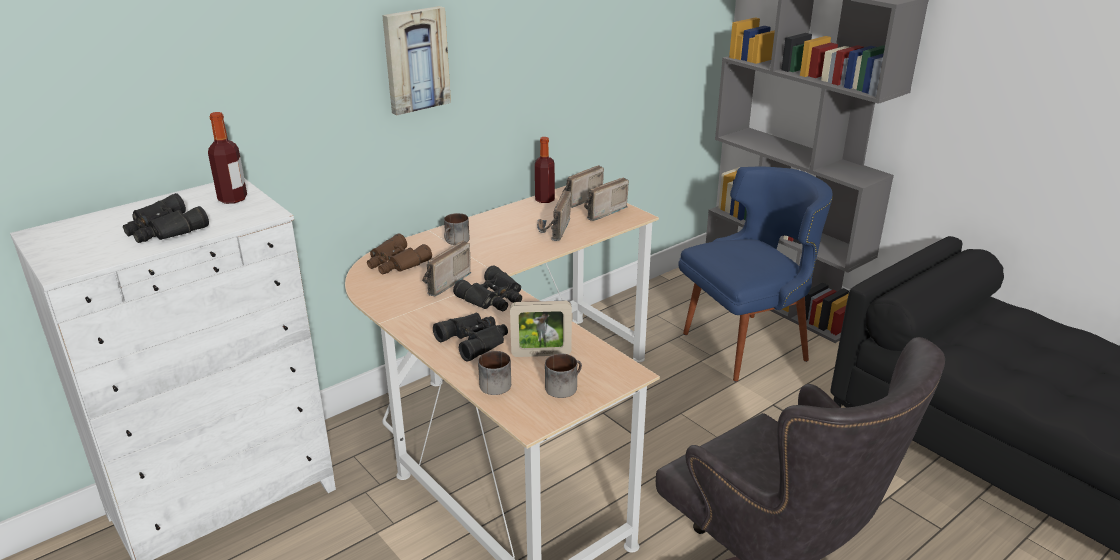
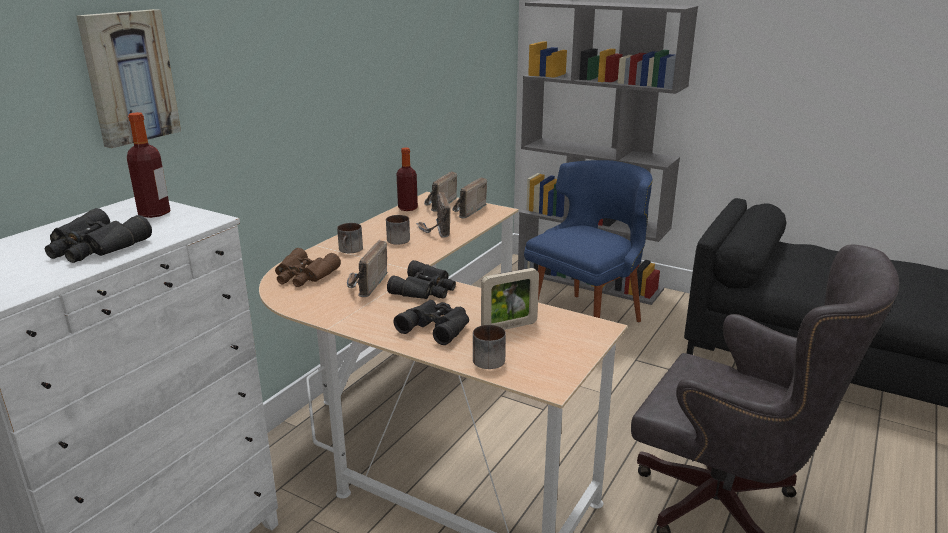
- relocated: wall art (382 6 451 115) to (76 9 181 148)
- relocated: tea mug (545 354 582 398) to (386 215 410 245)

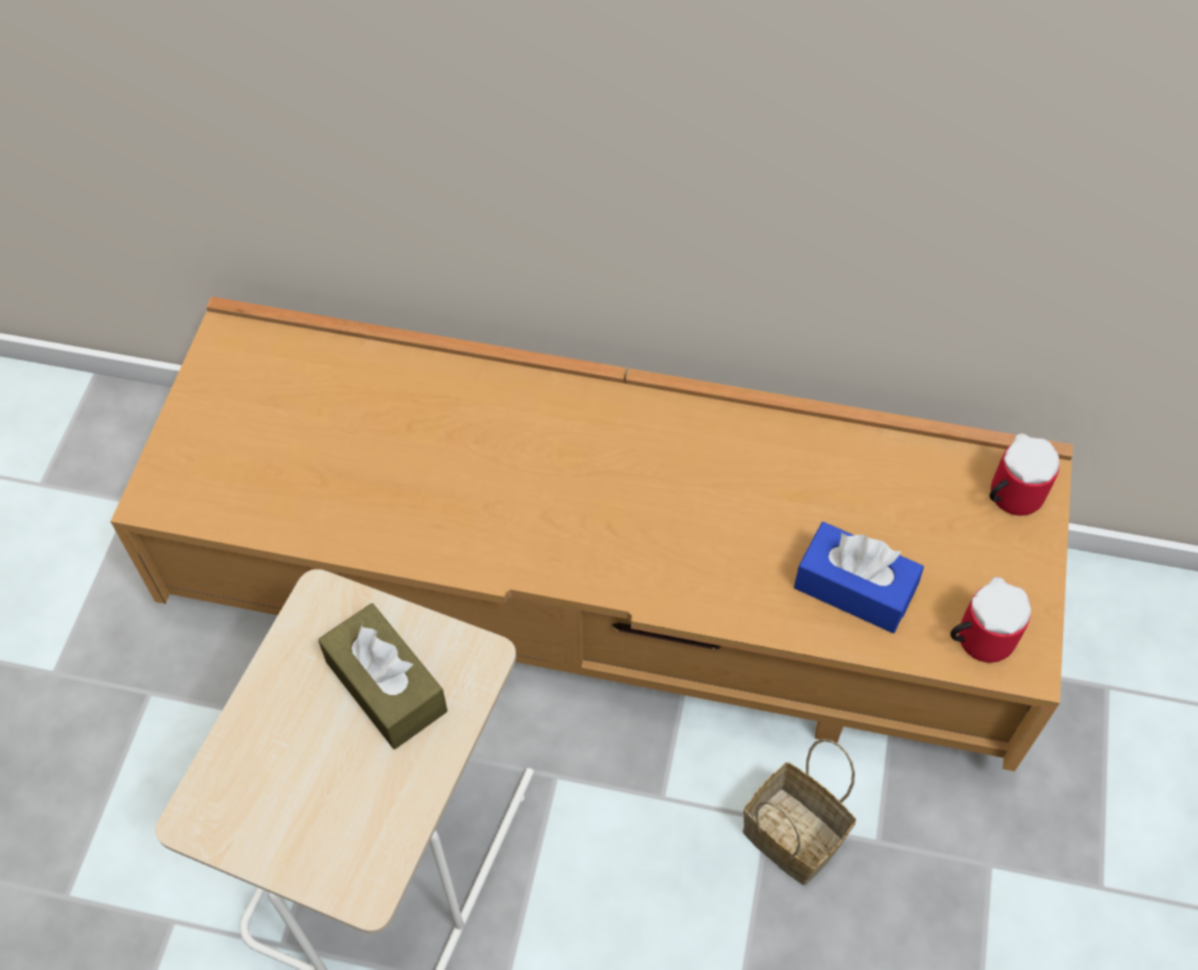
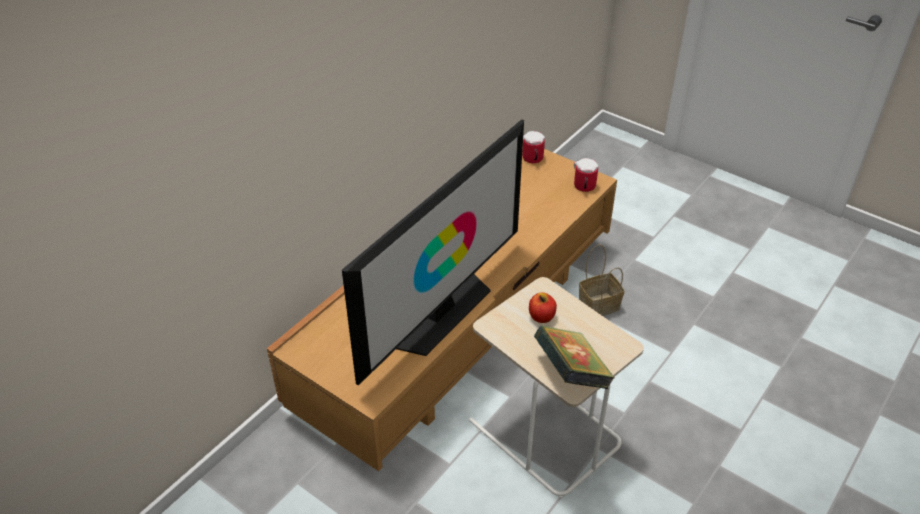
- appeared: TV (342 119 524 386)
- exchanged: brownish tissue holder (318 603 447 749) to apple fruit (529 293 557 323)
- appeared: book (534 326 615 389)
- missing: blue tissue holder (794 522 924 633)

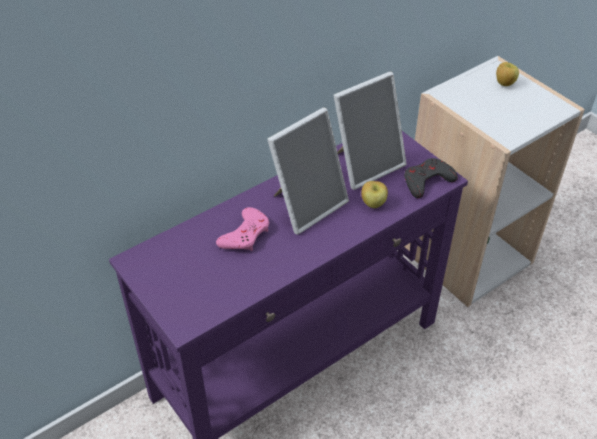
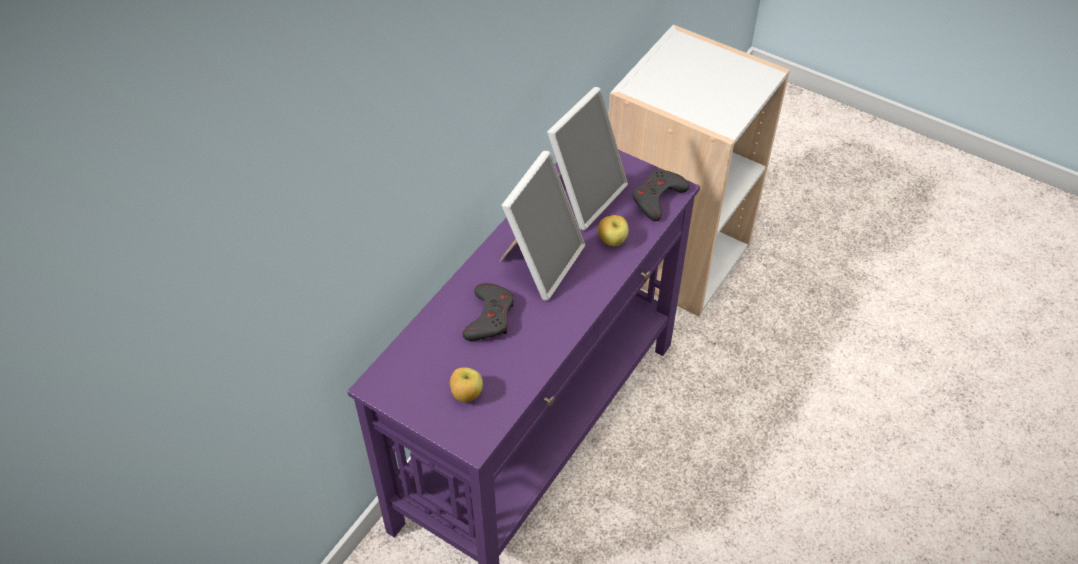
- relocated: apple fruit (496 62 519 86) to (450 367 483 402)
- colour: pink game controller (216 207 269 251) to grey game controller (462 283 514 341)

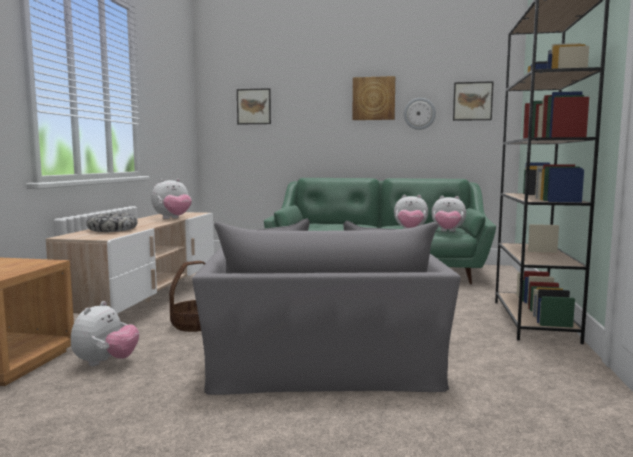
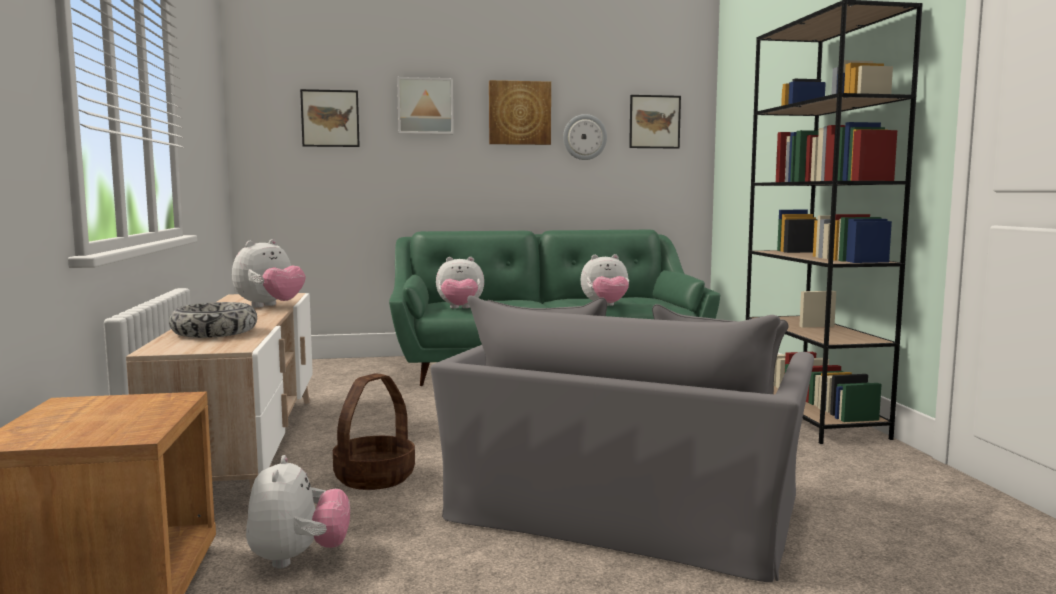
- appeared: wall art (397 77 454 134)
- spun: grey armchair (192 219 461 395) = (430 295 814 582) 45 degrees clockwise
- relocated: soft toy (432 196 466 232) to (436 257 484 308)

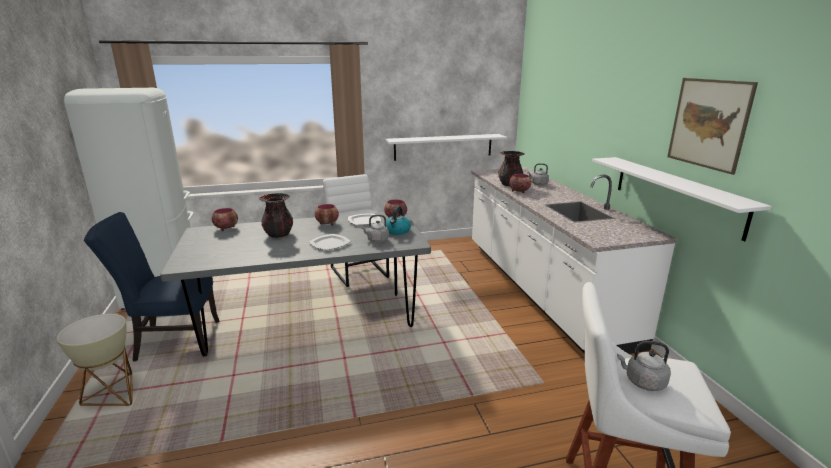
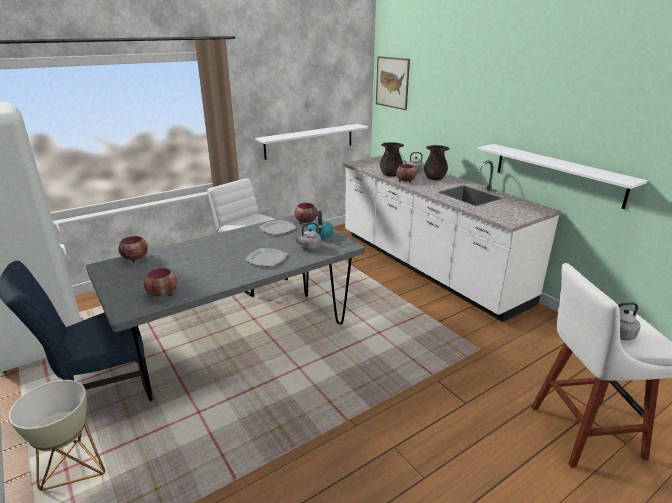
- relocated: serving bowl (315 204 339 225) to (144 268 177 297)
- relocated: wall art (667 78 758 175) to (376 56 410 110)
- relocated: black flower vase (259 193 293 238) to (424 145 450 180)

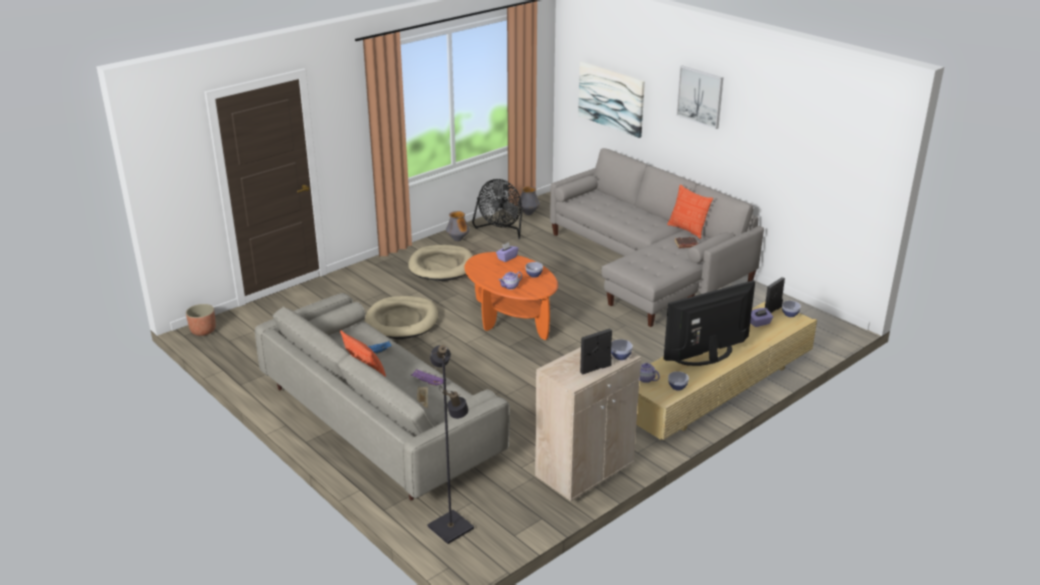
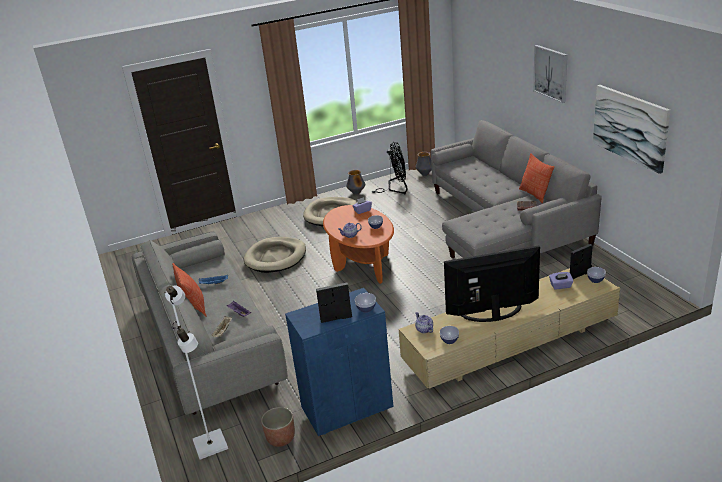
- colour: black standing lamp (427 345 474 544) to white-coloured standing lamp (164 286 228 460)
- relocated: plant pot (186 304 216 336) to (261 407 295 447)
- colour: beige-coloured cabinet (535 347 641 501) to blue cabinet (285 288 394 436)
- spun: black electric fan (472 179 524 239) = (372 142 408 194) 135 degrees counterclockwise
- relocated: wall art (578 61 645 138) to (593 85 670 174)

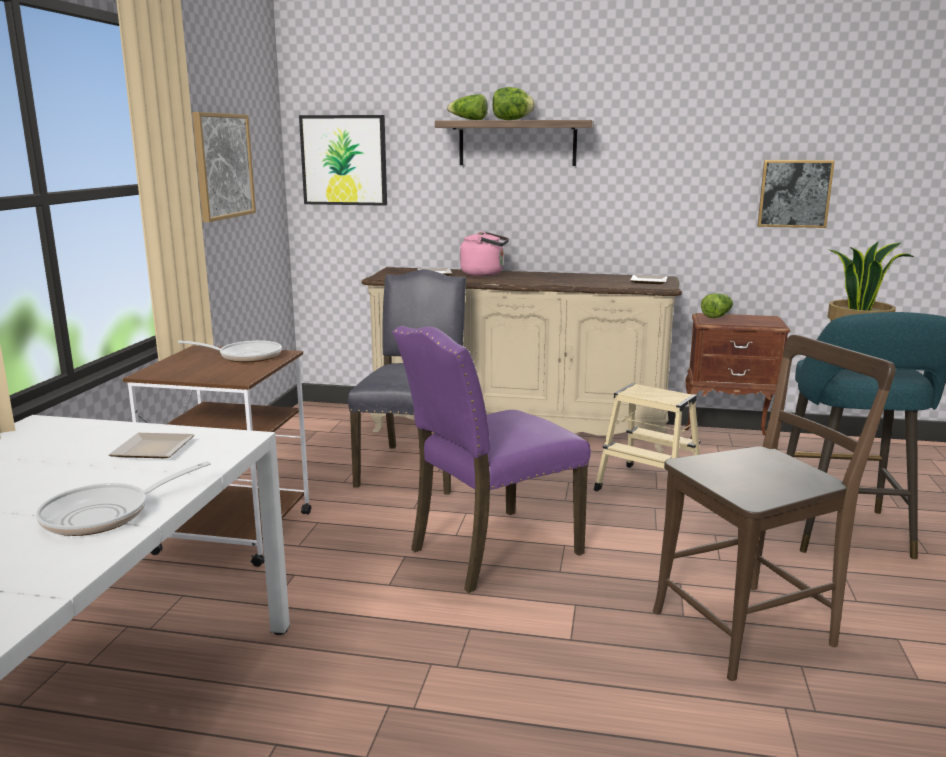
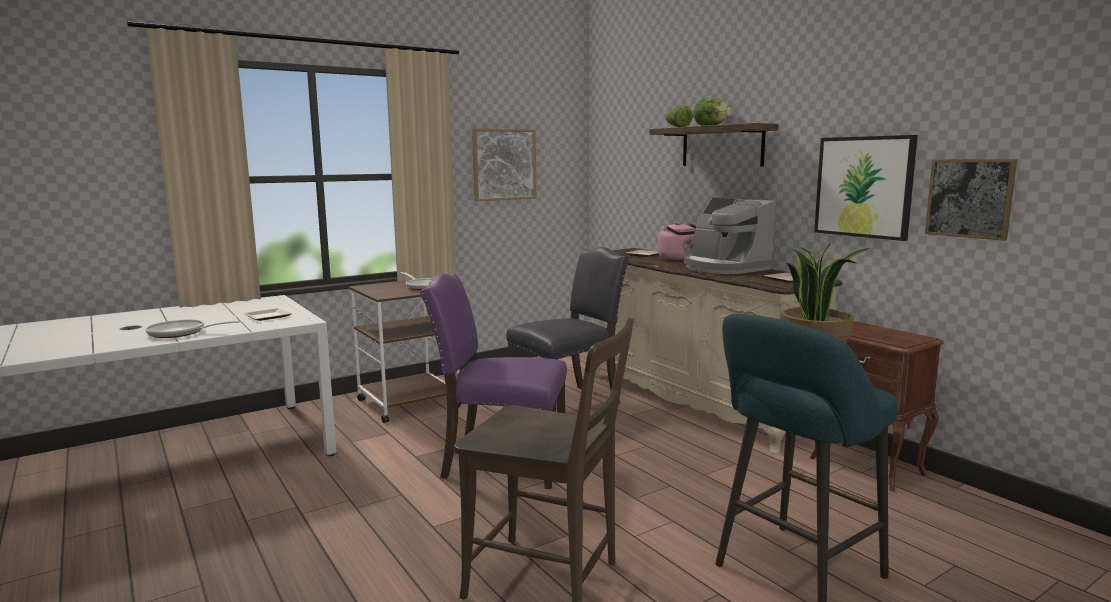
- appeared: coffee brewer (684 197 775 274)
- relocated: wall art (299 115 387 206) to (814 135 918 241)
- missing: beige-coloured step stool (594 383 700 491)
- missing: lettuce (701 293 733 318)

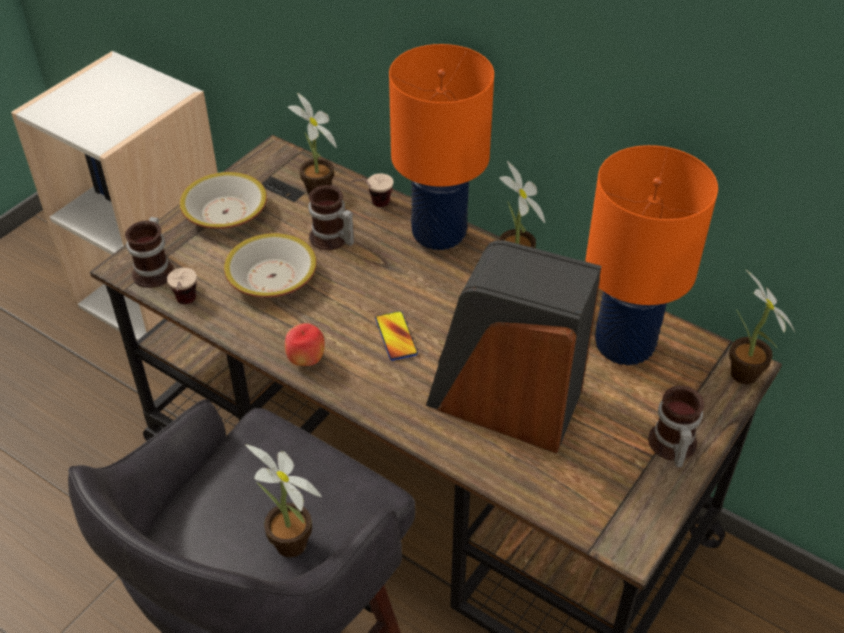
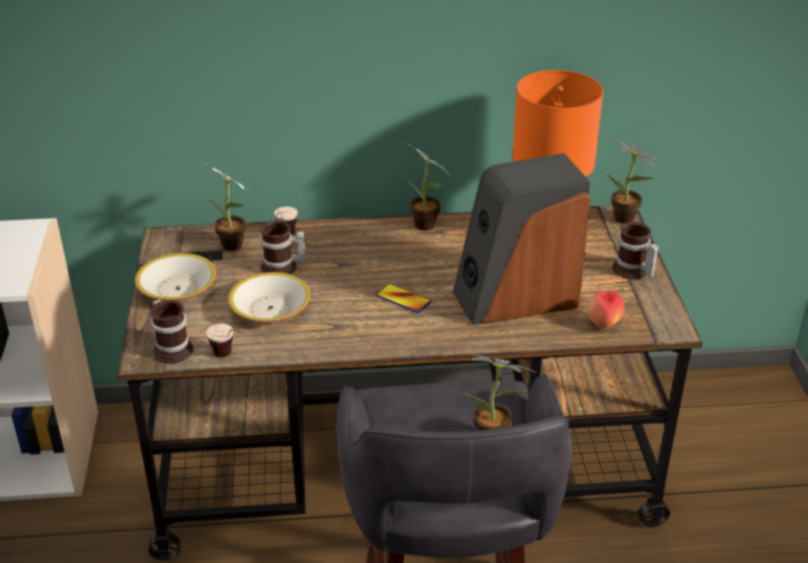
- relocated: apple fruit (285 323 325 366) to (587 291 624 328)
- missing: orange lamp for a table (389 44 494 250)

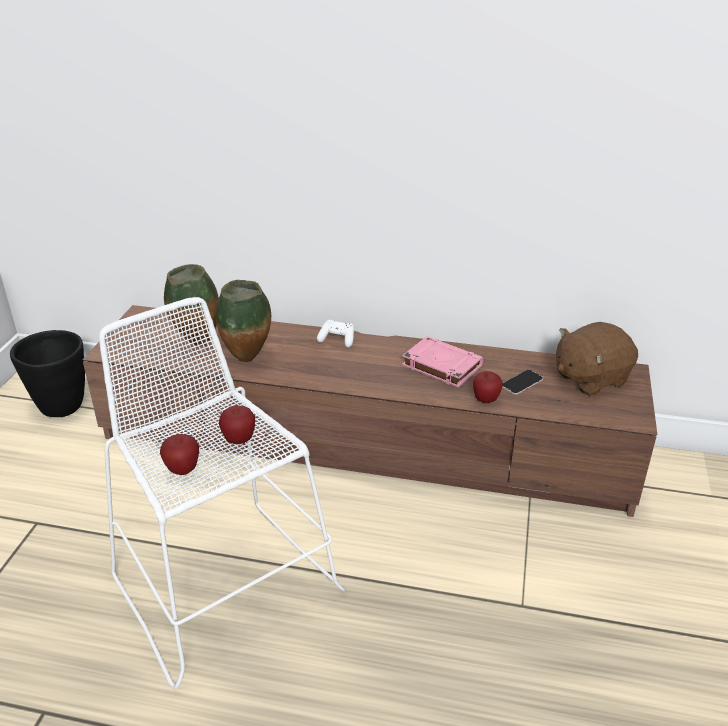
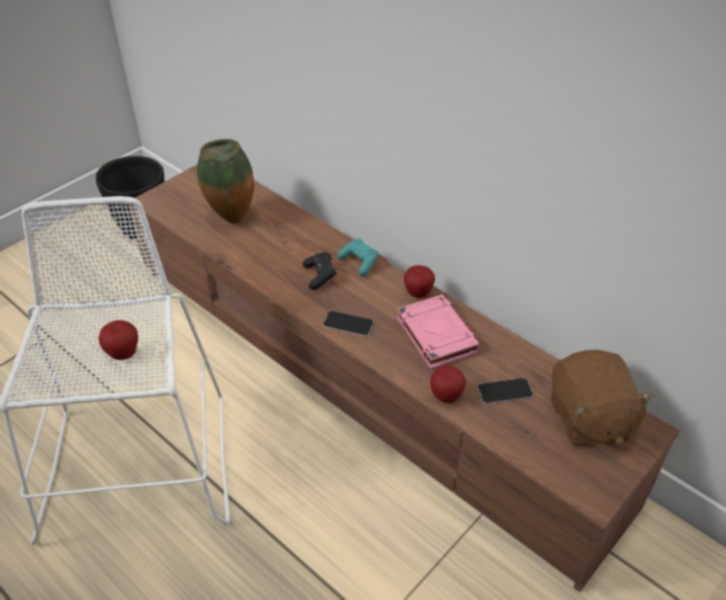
- appeared: black game controller (303 252 337 290)
- appeared: telephone (323 311 374 337)
- colour: white-coloured game controller (317 320 354 348) to turquoise game controller (337 238 378 276)
- relocated: apple fruit (160 434 199 475) to (404 265 435 298)
- spun: brownish soft toy (556 322 638 396) = (551 350 654 446) 105 degrees counterclockwise
- missing: flower vase (216 280 271 362)

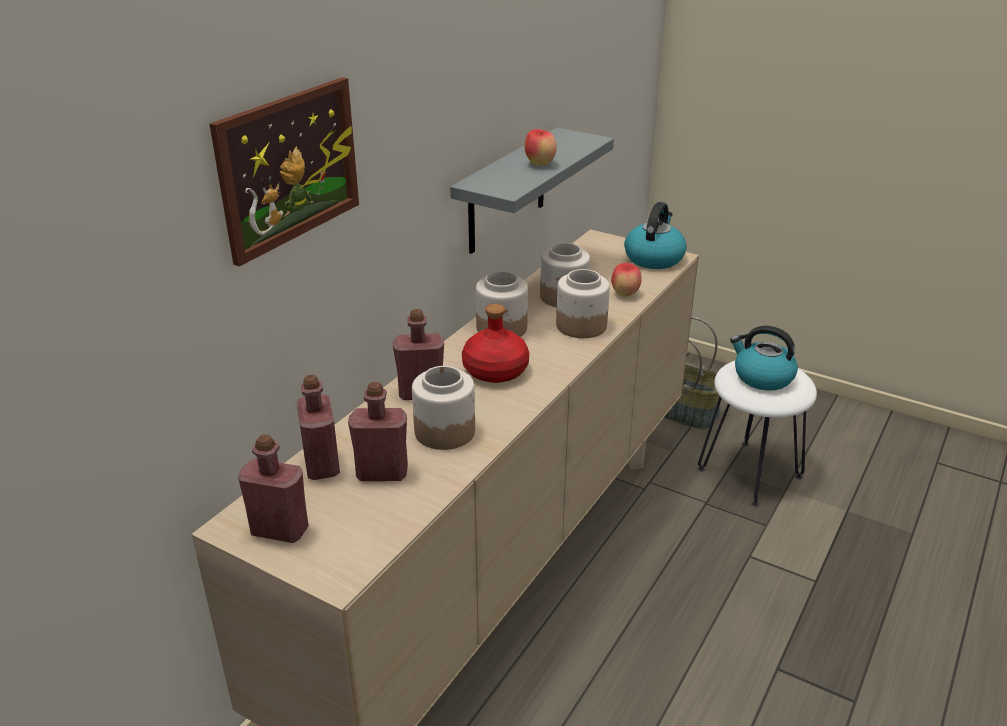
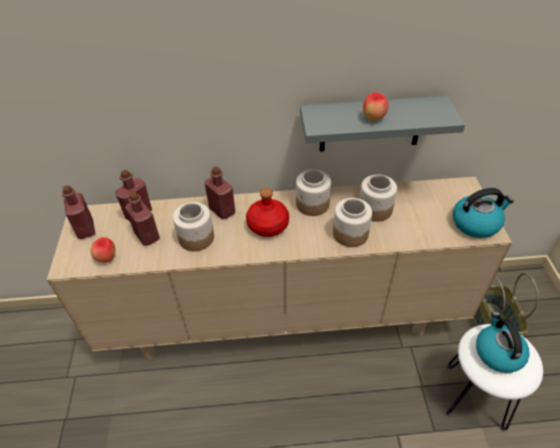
- relocated: apple fruit (611 263 642 297) to (91 237 115 262)
- missing: wall art (210 77 359 267)

